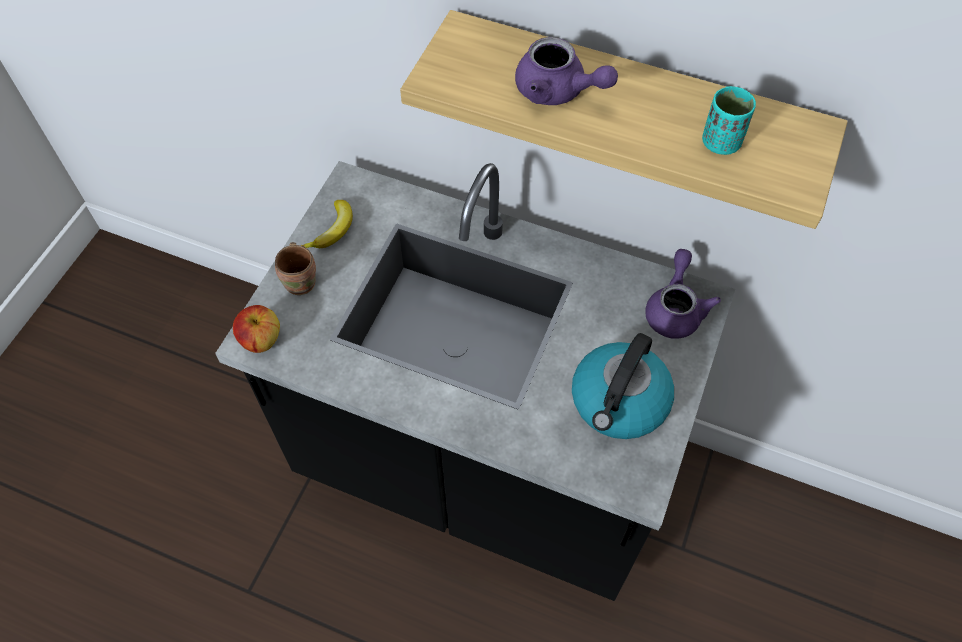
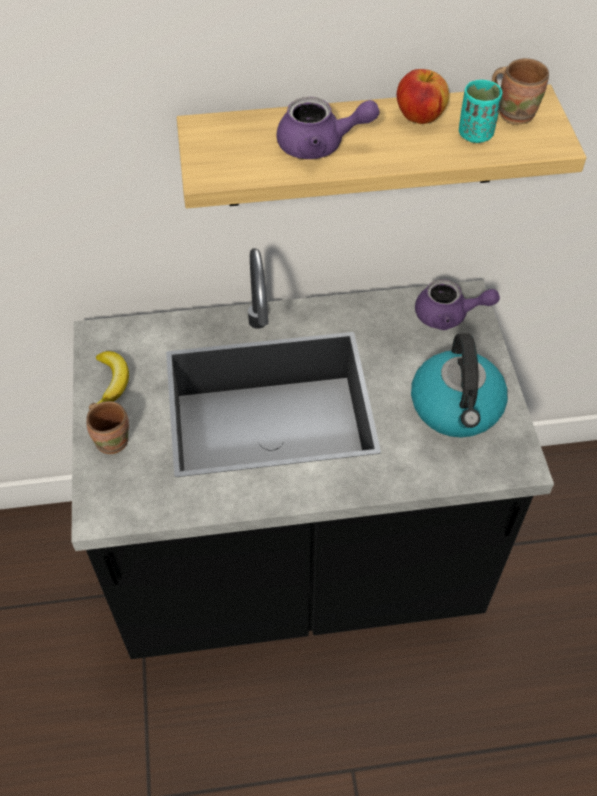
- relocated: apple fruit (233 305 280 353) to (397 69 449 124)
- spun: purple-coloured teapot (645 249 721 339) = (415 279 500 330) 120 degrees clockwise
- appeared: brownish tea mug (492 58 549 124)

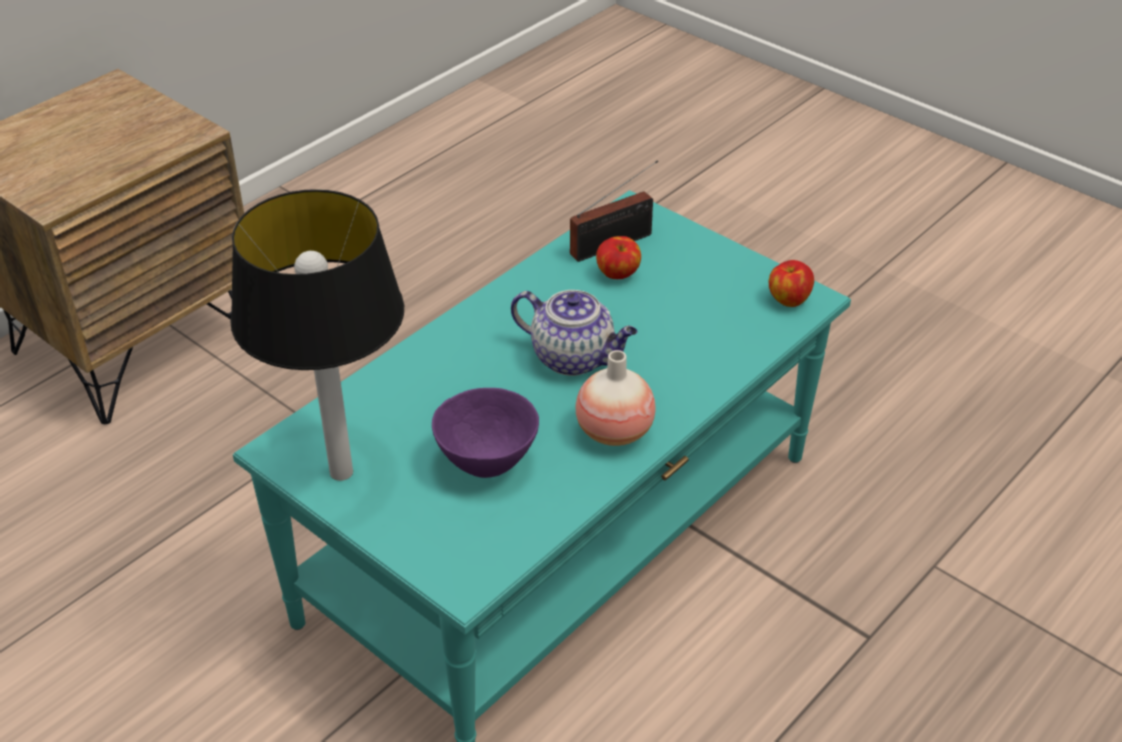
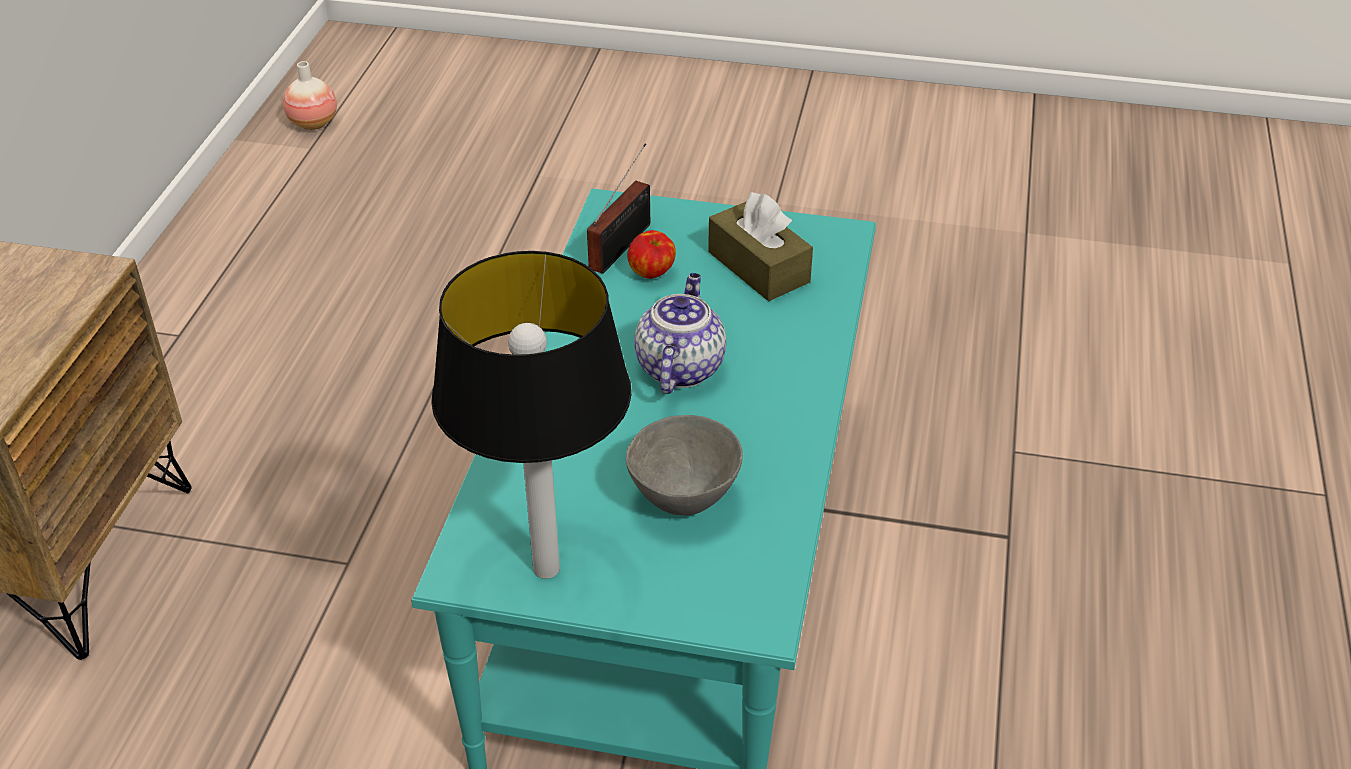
- relocated: flower vase (576 350 656 446) to (283 61 337 130)
- colour: purple-coloured serving bowl (432 388 539 478) to grey serving bowl (626 415 743 515)
- spun: teapot (511 290 637 376) = (634 273 726 394) 75 degrees counterclockwise
- appeared: brownish tissue holder (708 192 813 301)
- missing: apple fruit (769 260 814 307)

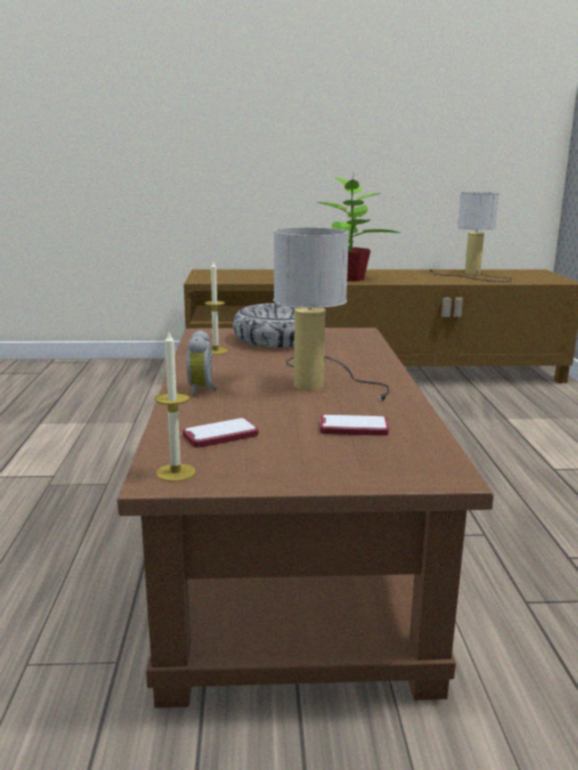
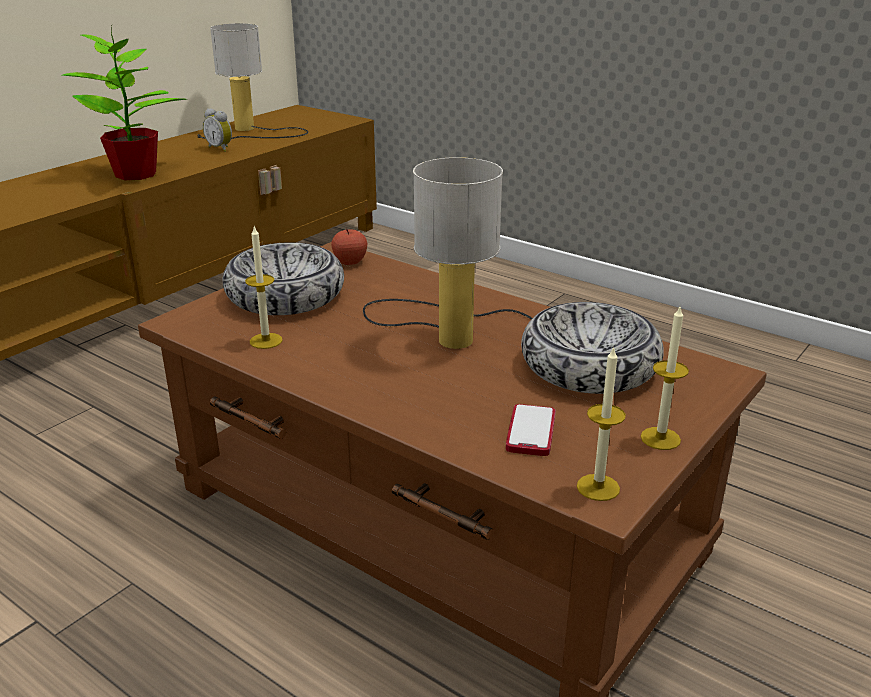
- relocated: bedside clock (187 330 217 396) to (203 108 232 152)
- appeared: apple fruit (331 229 367 265)
- exchanged: telephone (320 415 389 436) to serving bowl (521 302 664 394)
- appeared: candle (641 307 689 450)

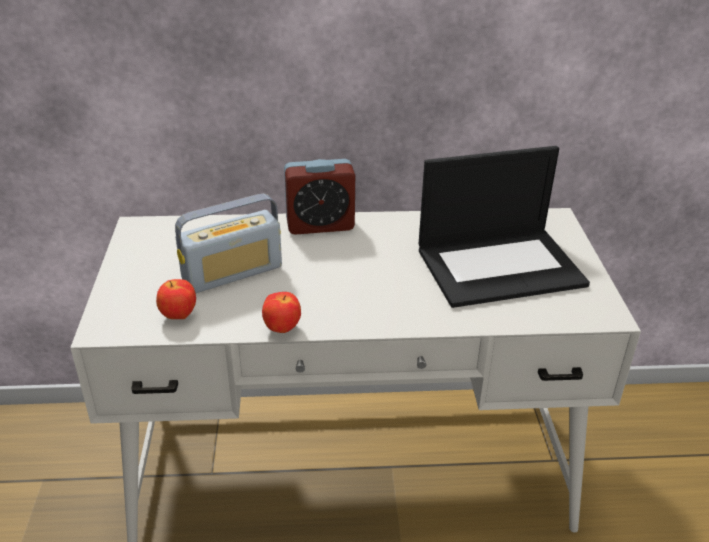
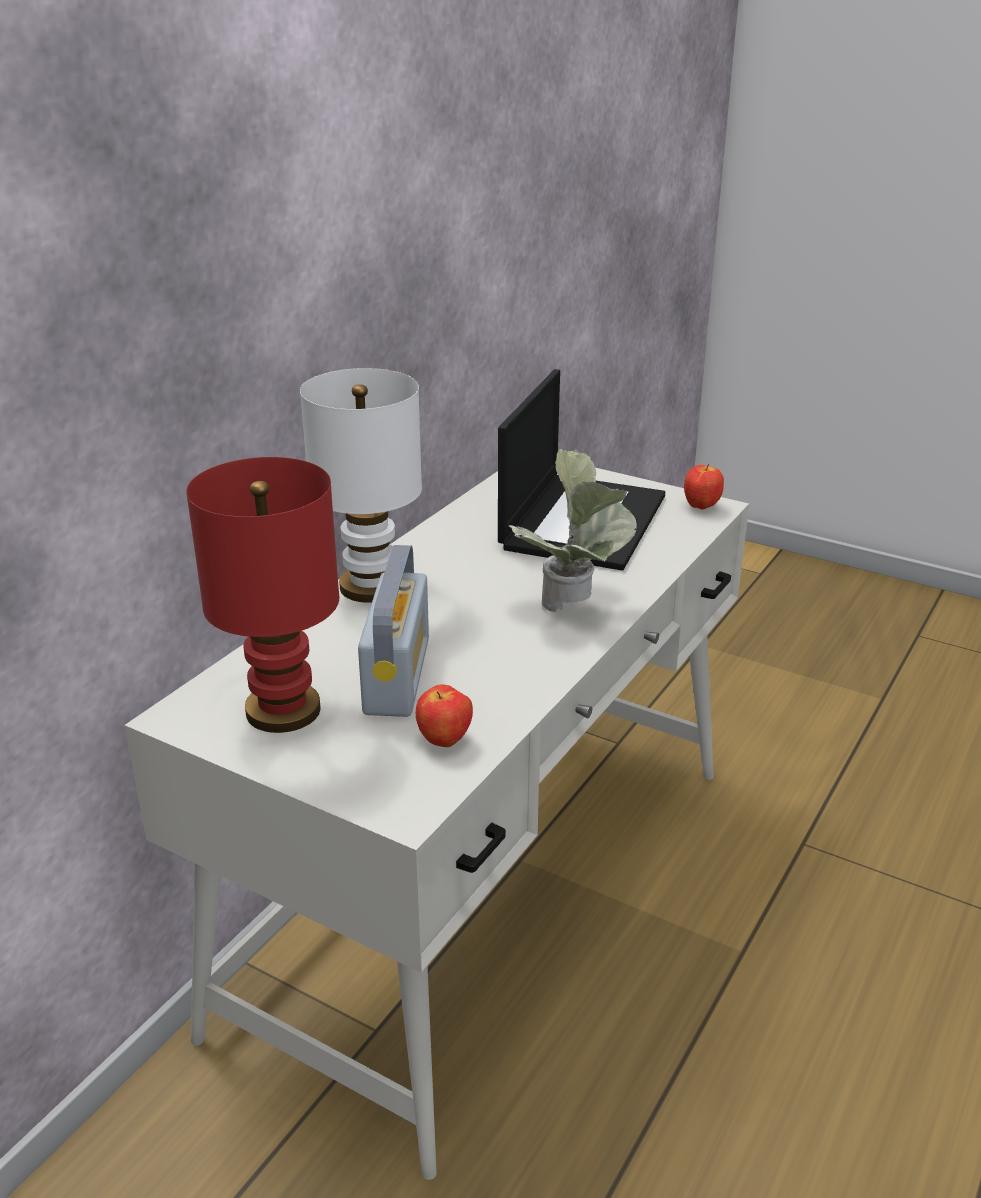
- appeared: red-coloured lamp for a table (186 457 339 733)
- exchanged: bedside clock (284 159 355 235) to white-coloured lamp for a table (300 368 422 603)
- appeared: potted plant (509 449 637 613)
- relocated: apple fruit (262 292 301 333) to (684 464 724 509)

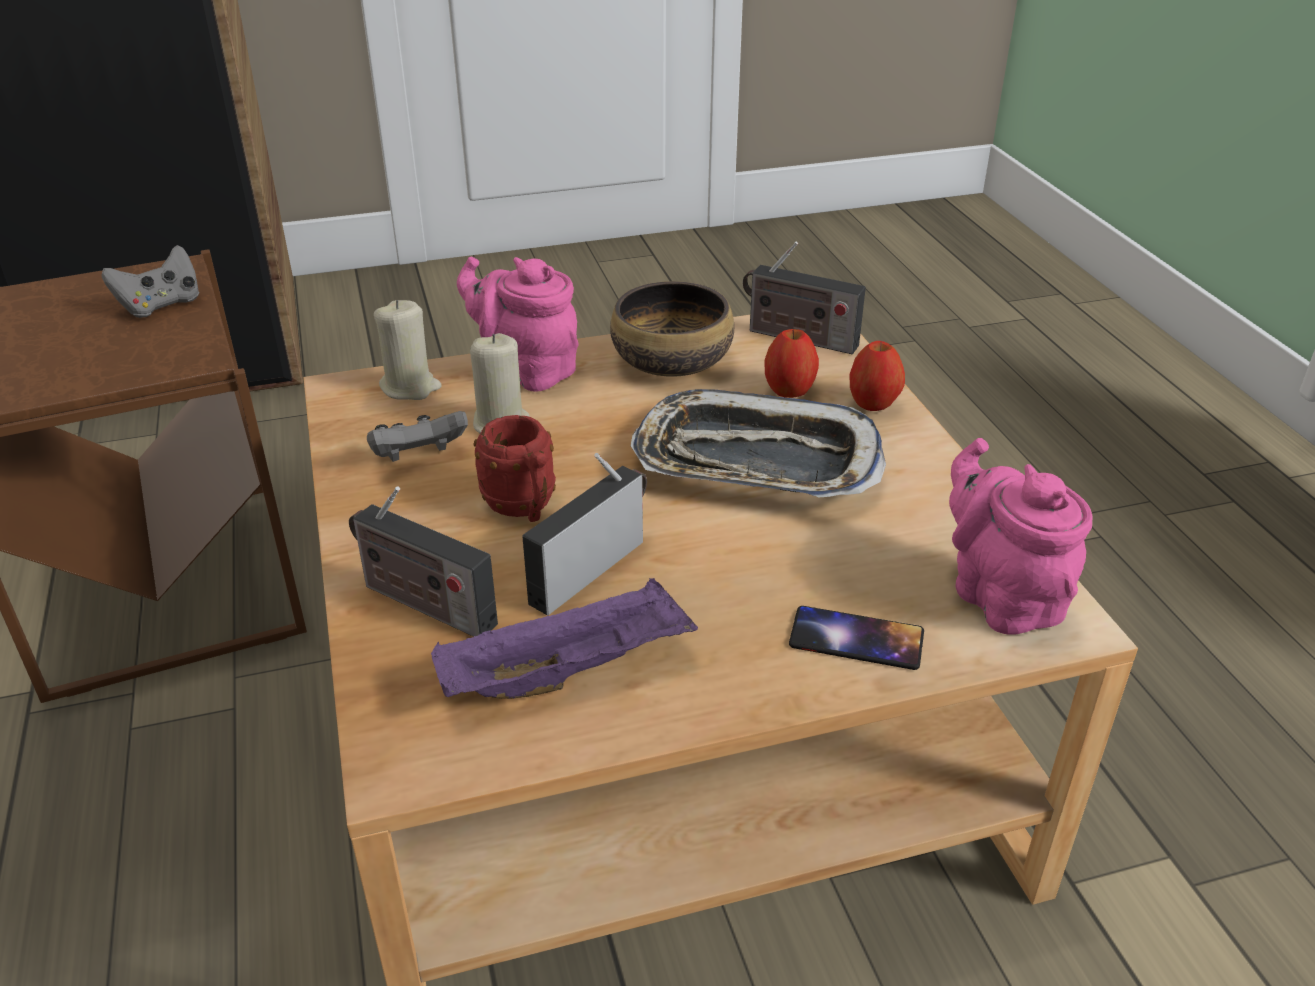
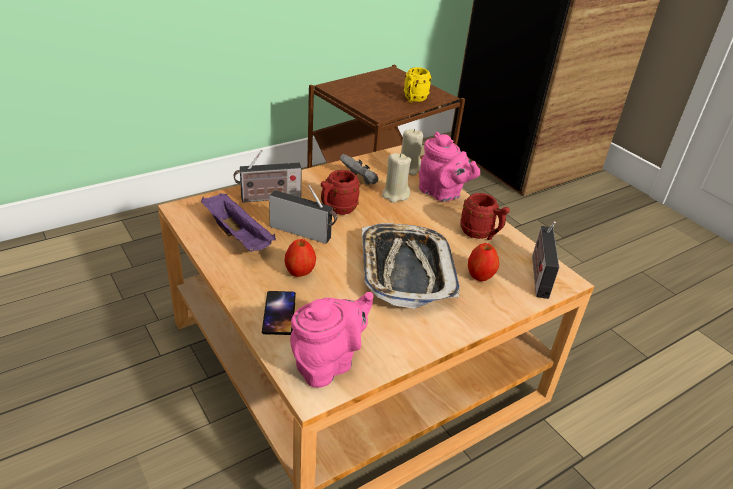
- spun: radio set (349 486 498 637) = (234 150 302 202) 120 degrees counterclockwise
- relocated: apple fruit (850 341 905 411) to (285 239 316 277)
- exchanged: grey game controller (101 245 200 318) to yellow tea mug (404 67 432 103)
- spun: pink teapot (457 257 579 392) = (419 132 480 202) 120 degrees clockwise
- exchanged: serving bowl (610 281 734 377) to red-coloured tea mug (460 193 510 240)

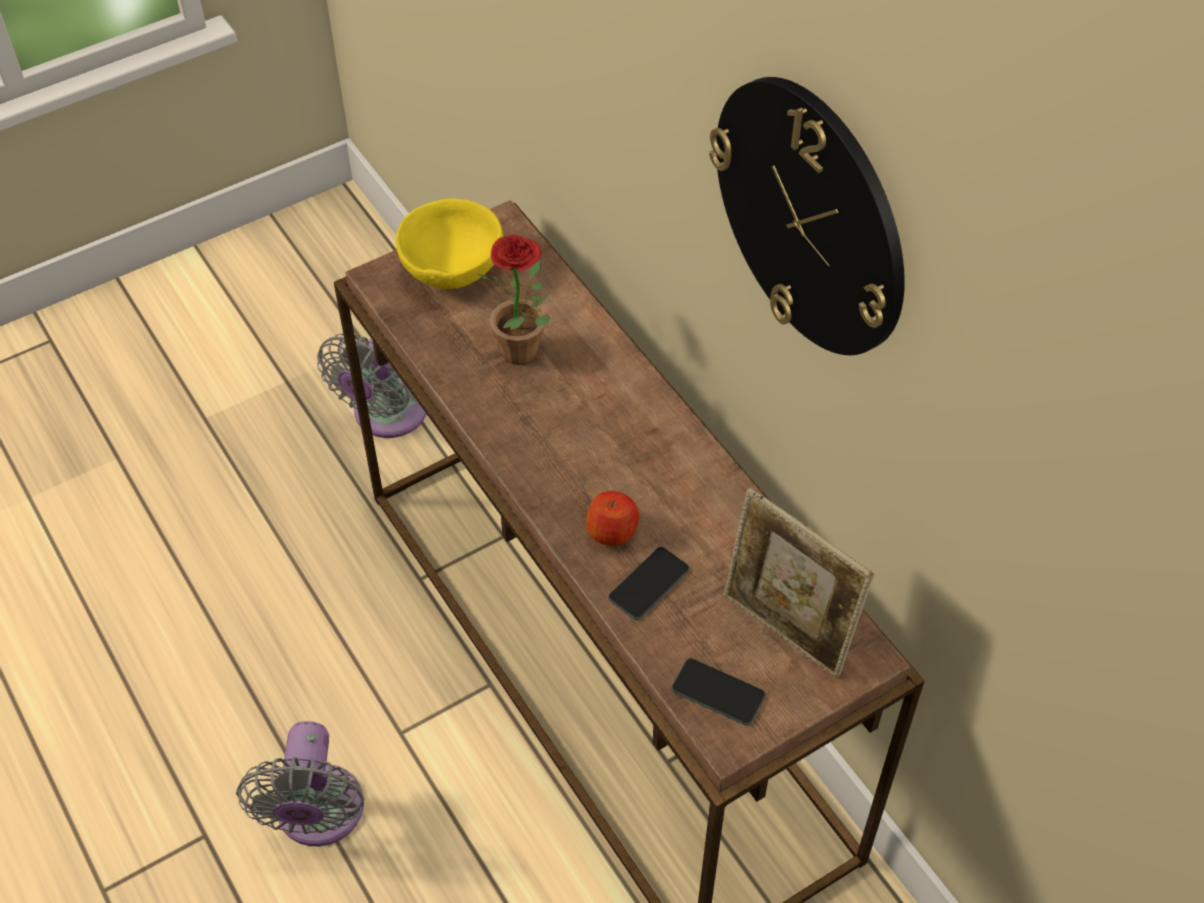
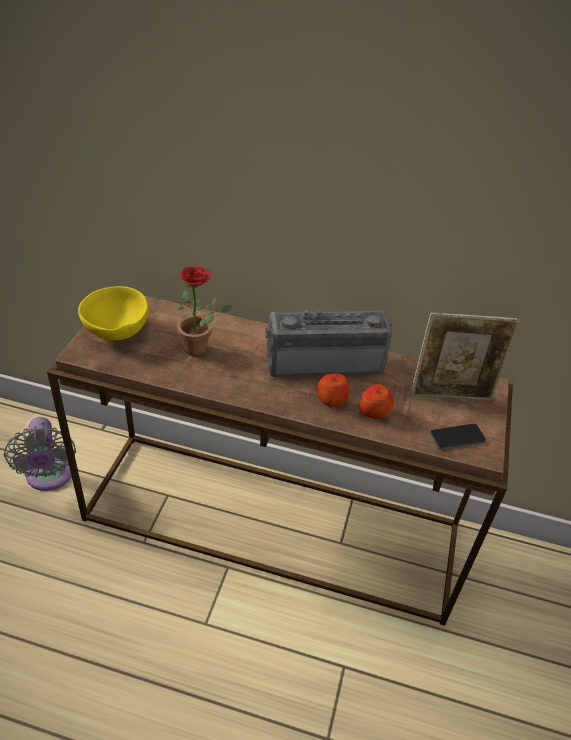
- appeared: radio set (265 310 392 377)
- exchanged: telephone (608 547 690 620) to apple fruit (360 384 394 419)
- missing: grey electric fan (236 721 364 846)
- missing: hanging clock (709 77 905 355)

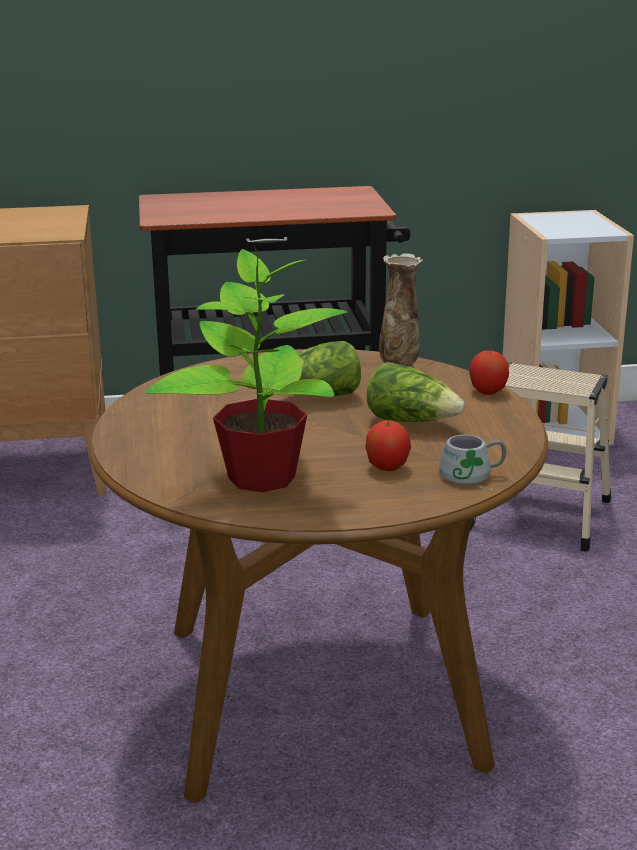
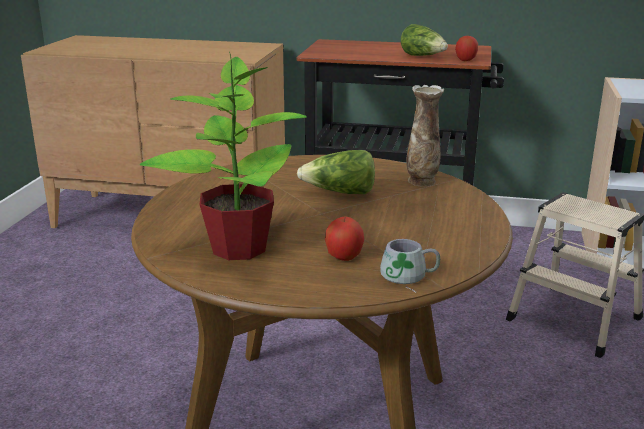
- relocated: lettuce (367 362 465 422) to (401 24 448 56)
- relocated: apple fruit (469 349 509 395) to (455 36 478 61)

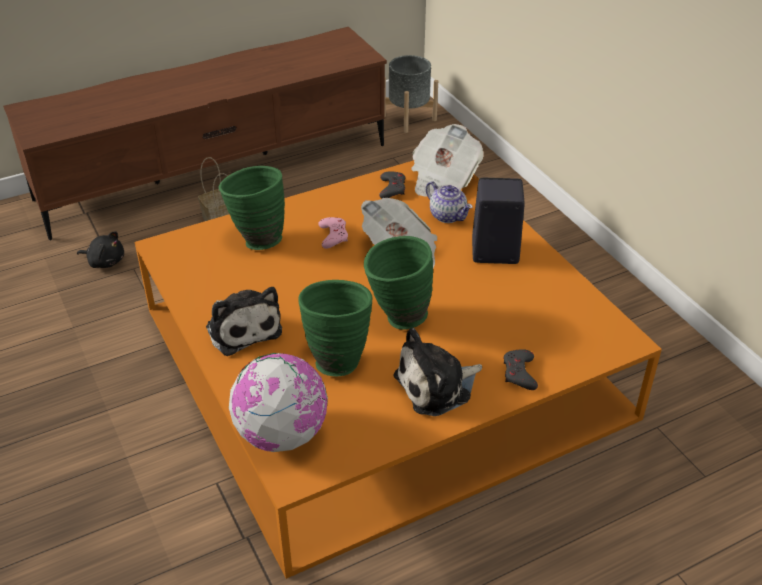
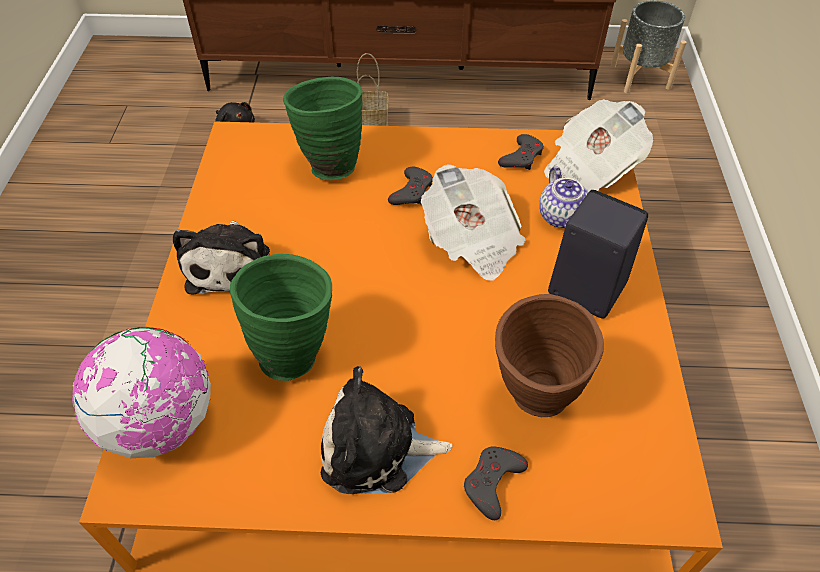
- colour: pink game controller (318 217 348 249) to grey game controller (388 167 433 205)
- appeared: brownish flower vase (495 294 604 417)
- missing: green-coloured flower vase (364 236 433 330)

